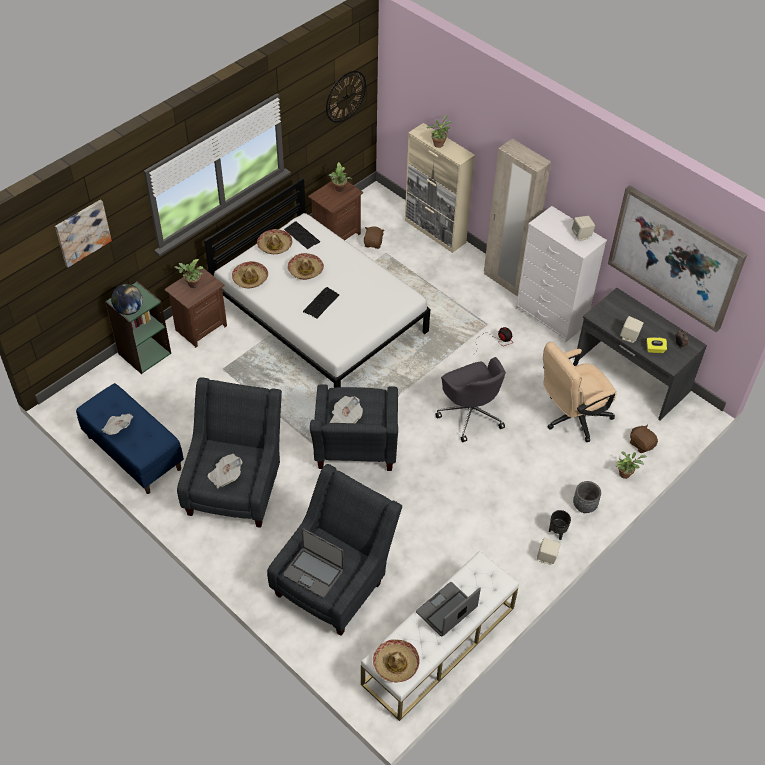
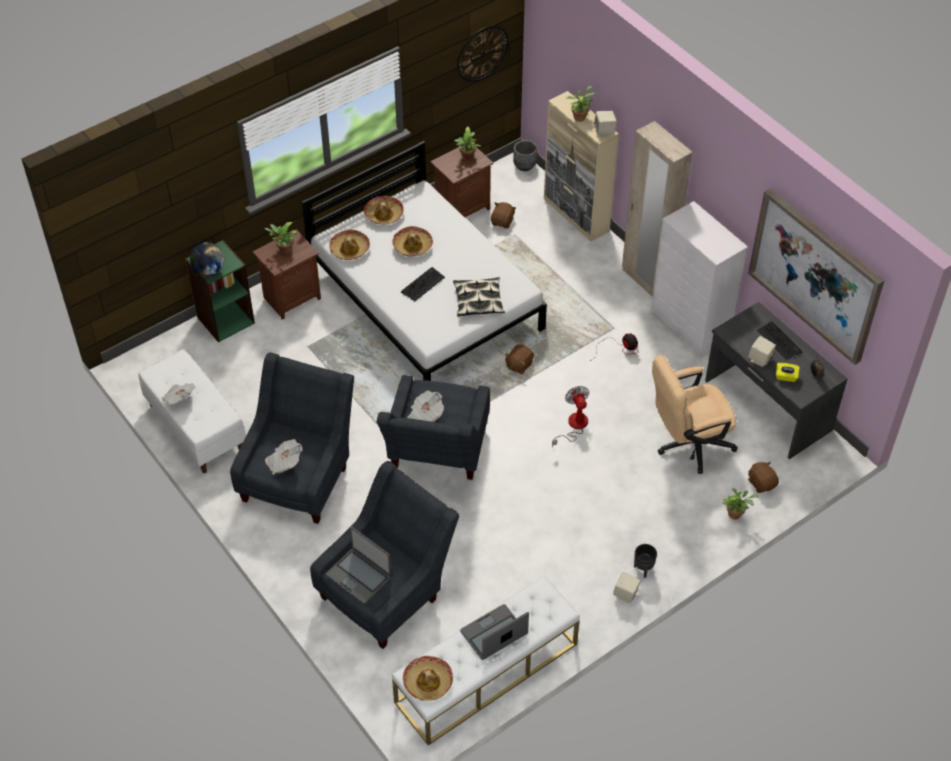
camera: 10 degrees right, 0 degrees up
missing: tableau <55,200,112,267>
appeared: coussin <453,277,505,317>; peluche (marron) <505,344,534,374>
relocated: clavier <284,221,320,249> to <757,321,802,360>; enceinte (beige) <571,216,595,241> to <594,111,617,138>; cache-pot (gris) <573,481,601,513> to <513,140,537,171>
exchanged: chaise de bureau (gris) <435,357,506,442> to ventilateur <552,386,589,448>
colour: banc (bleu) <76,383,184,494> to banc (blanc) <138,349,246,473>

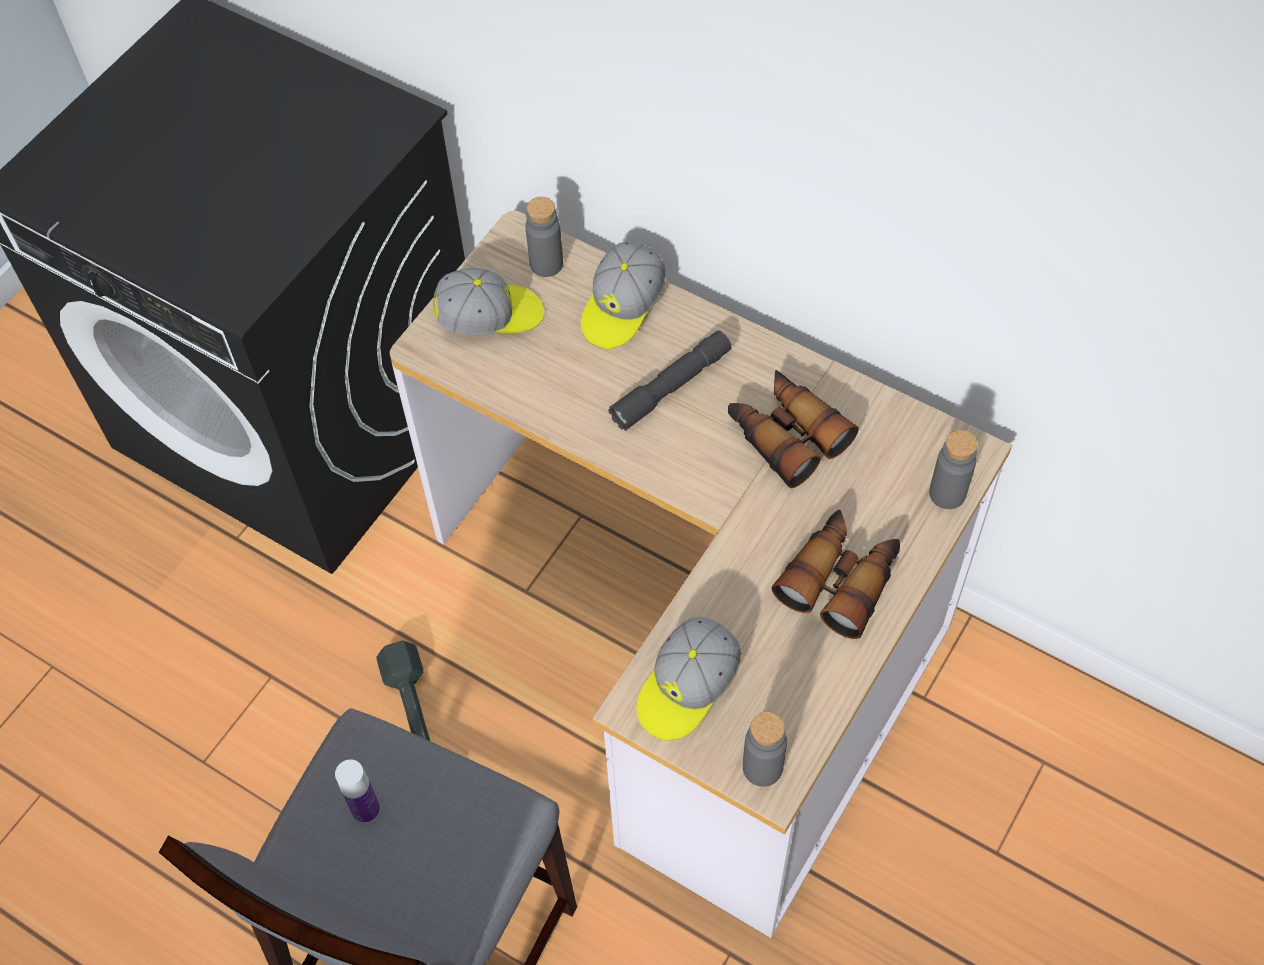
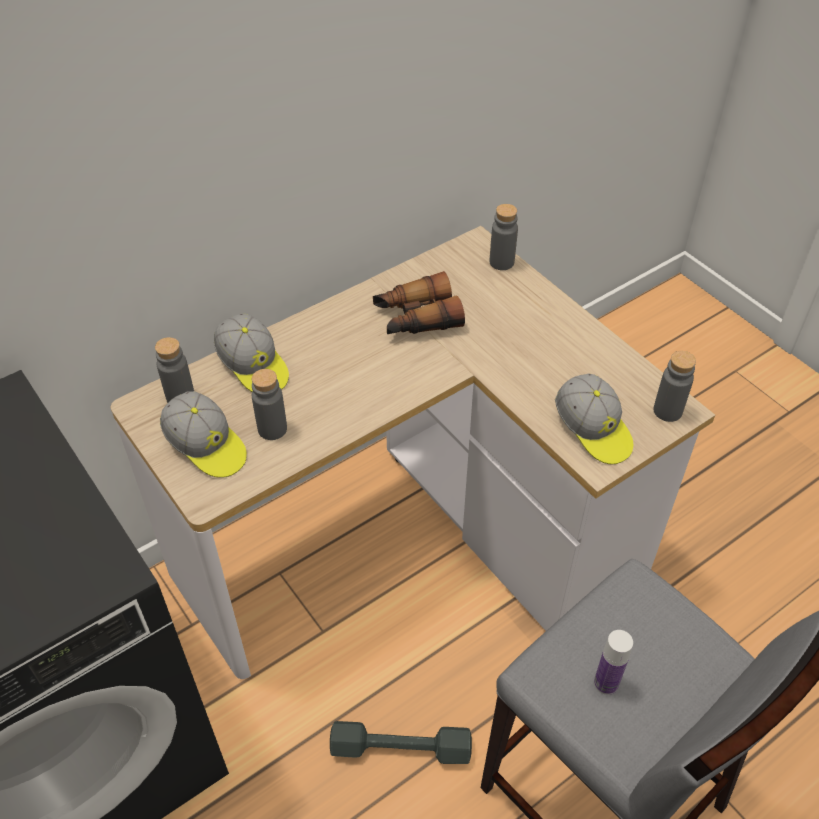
camera: 70 degrees left, 10 degrees down
missing: lampe de poche (gris) <608,330,732,431>; jumelles <772,510,900,639>
appeared: bouteille (gris) <252,369,287,440>
spun: casquette <433,268,544,335> = <160,391,247,478> 120 degrees clockwise

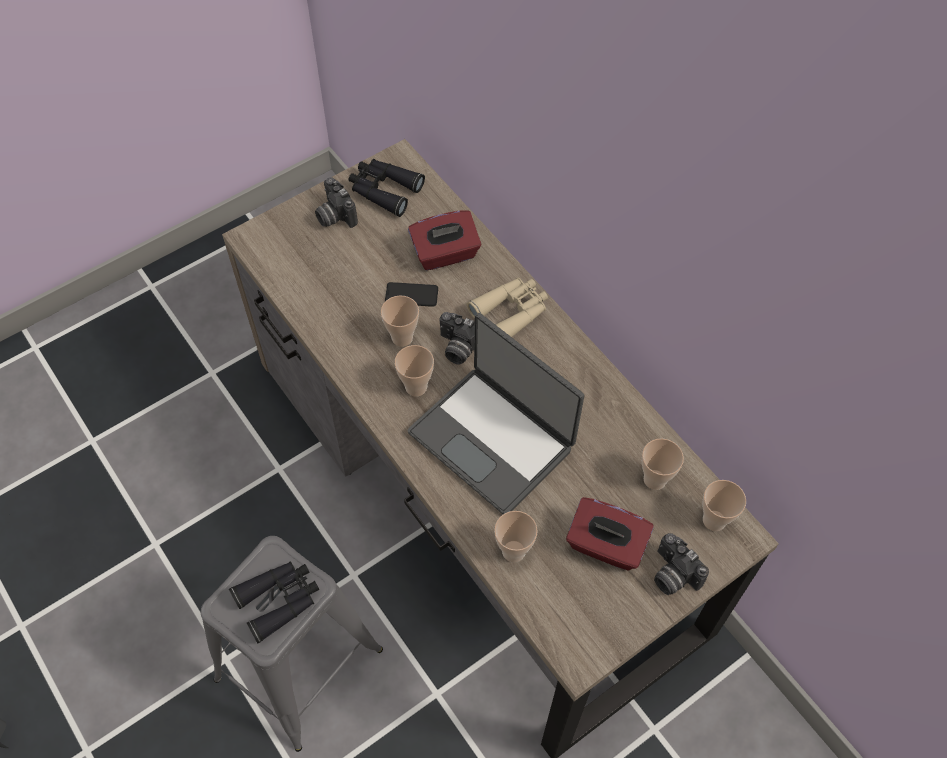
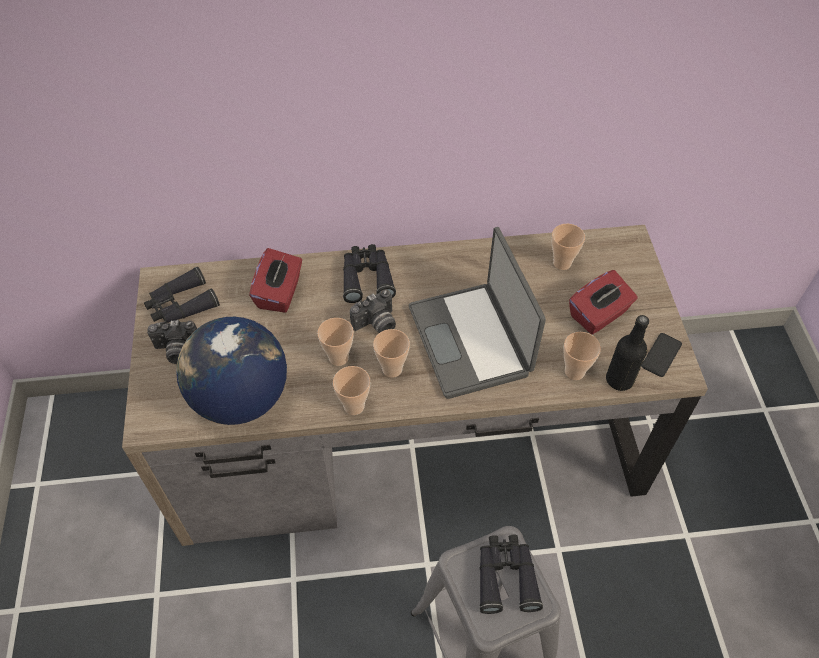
camera: 60 degrees left, 5 degrees down
missing: appareil photo <654,533,709,595>
appeared: globe <176,317,287,425>; bouteille (noir) <606,315,649,391>
relocated: téléphone <385,282,438,307> to <642,333,682,377>; tasse <703,480,746,531> to <333,366,370,415>
colour: jumelles (beige) <467,278,548,337> to jumelles (noir) <343,244,396,303>
spun: ordinateur portable <407,313,584,514> = <409,227,546,399> 90 degrees clockwise

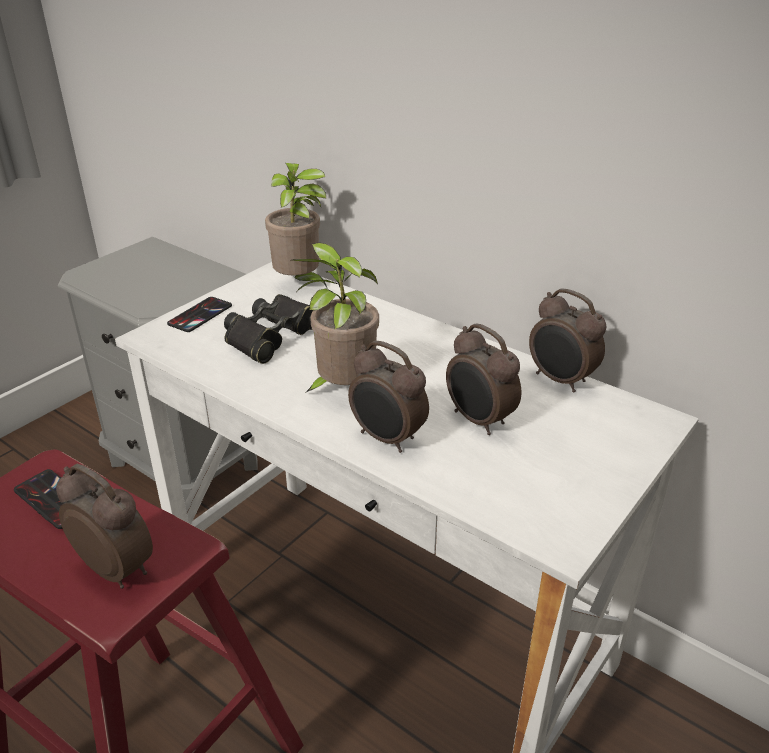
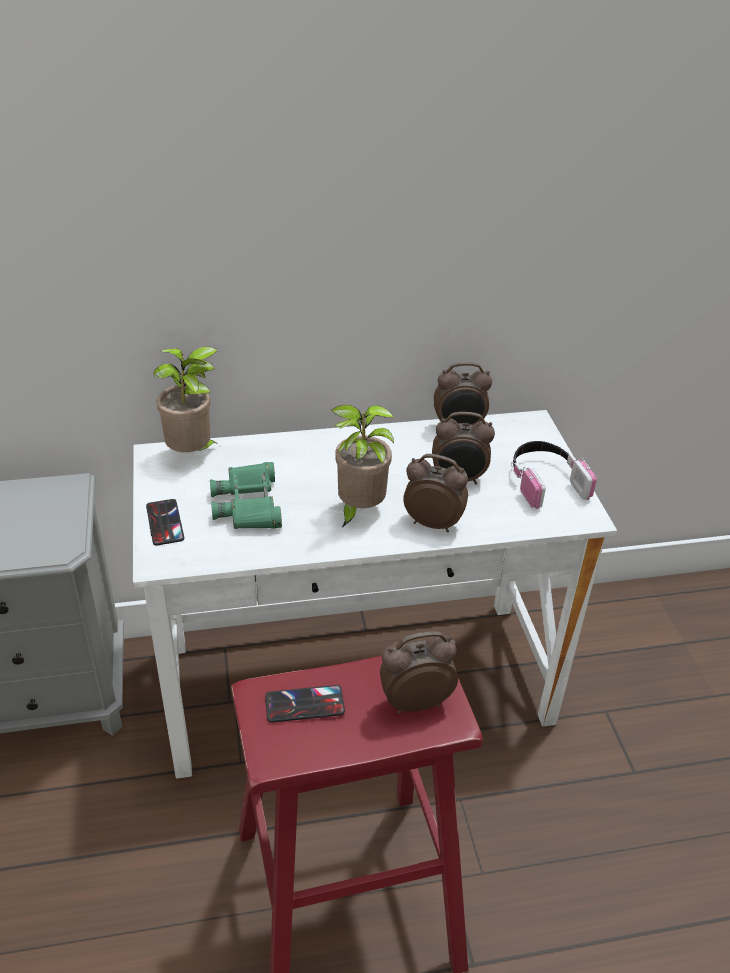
camera: 50 degrees left, 5 degrees up
appeared: casque audio <511,441,597,509>
colour: jumelles (noir) <224,294,313,364> to jumelles (vert) <210,462,282,529>
spun: réveil <348,340,429,453> = <403,454,468,532> 150 degrees counterclockwise

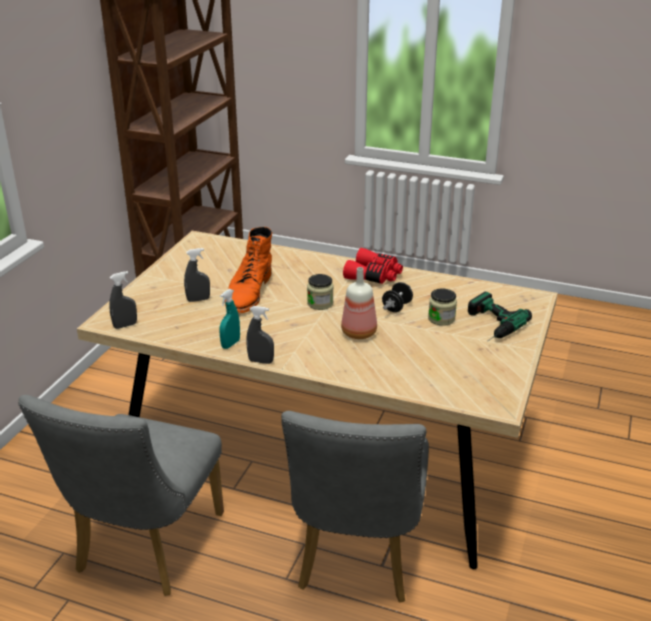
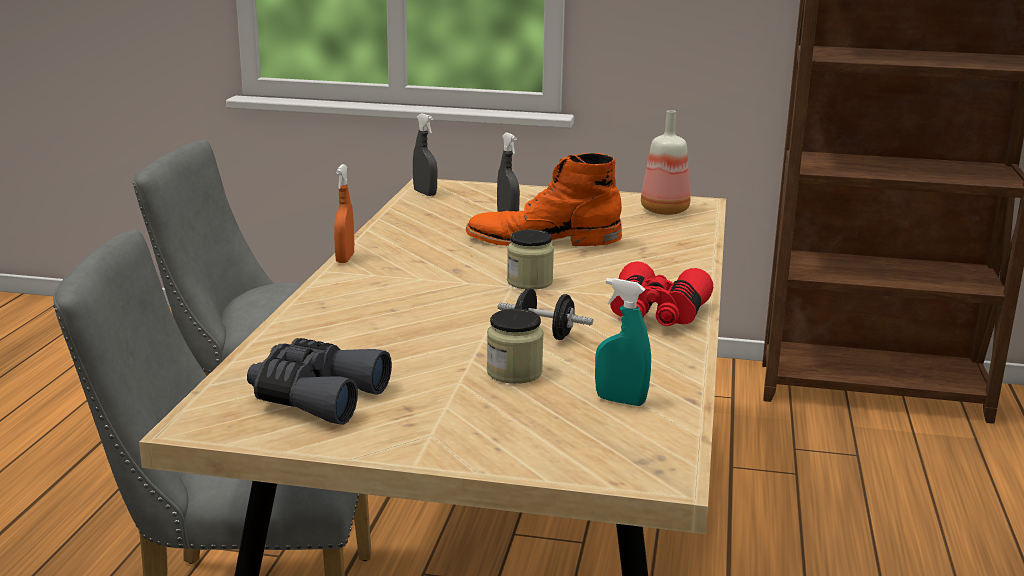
camera: 80 degrees right, 10 degrees down
missing: perceuse <468,292,532,342>
appeared: jumelles (gris) <247,338,392,425>
relocated: vaporisateur (turquoise) <219,289,240,349> to <595,278,651,406>; bouteille <341,267,377,339> to <641,110,691,215>
colour: vaporisateur (gris) <246,306,274,364> to vaporisateur (orange) <334,164,354,263>

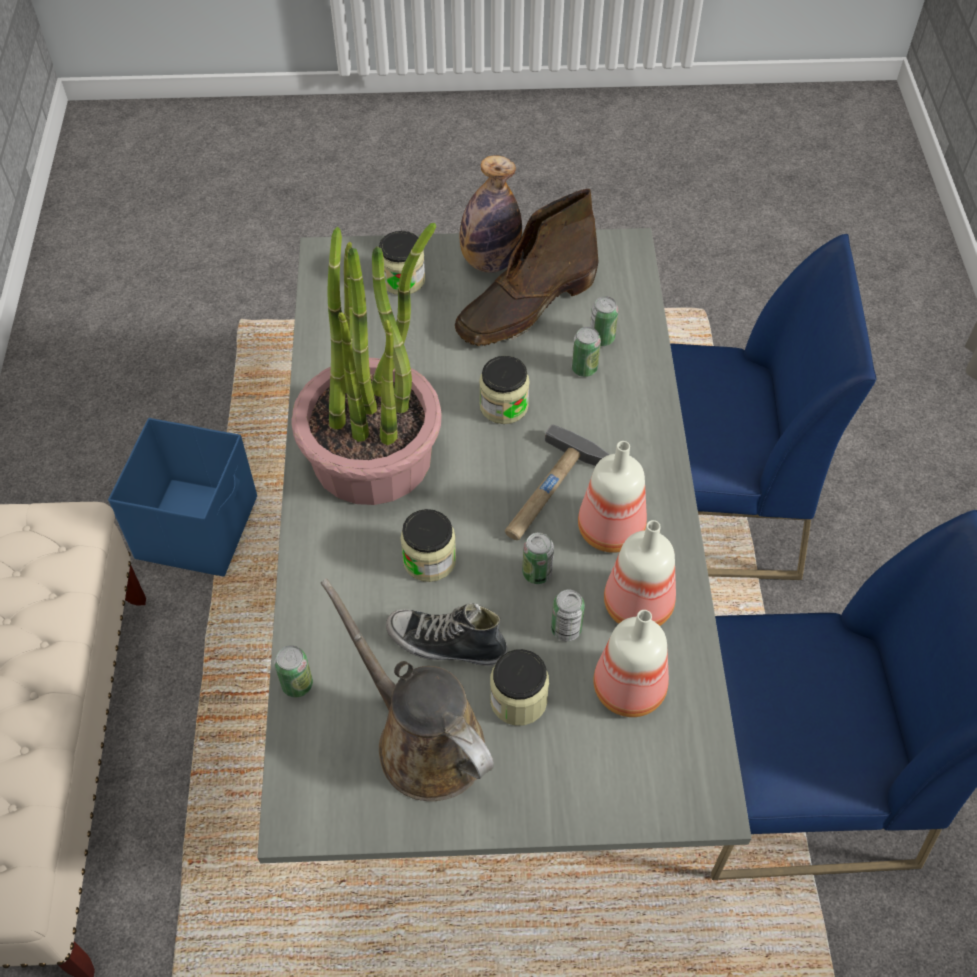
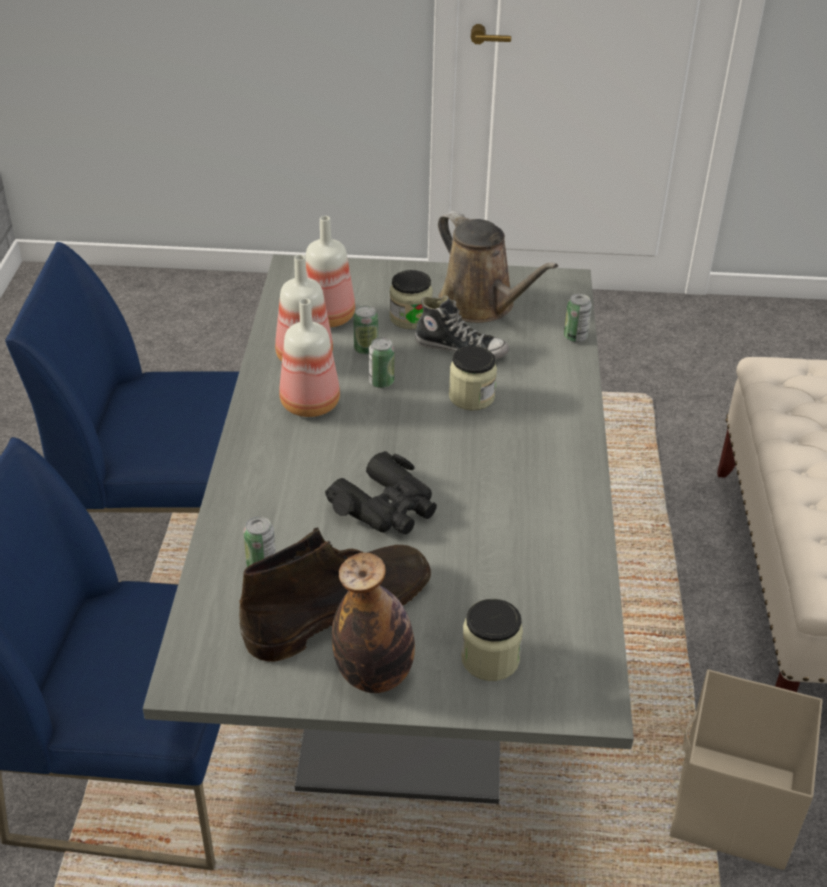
camera: 175 degrees left, 15 degrees down
missing: plante en pot <291,223,442,505>; marteau <505,425,610,540>; boîte métallique <571,327,601,377>
exchanged: bocal <479,356,530,424> to jumelles (noir) <325,451,437,534>
colour: boîte de rangement (bleu) <108,418,257,577> to boîte de rangement (beige) <670,669,823,870>

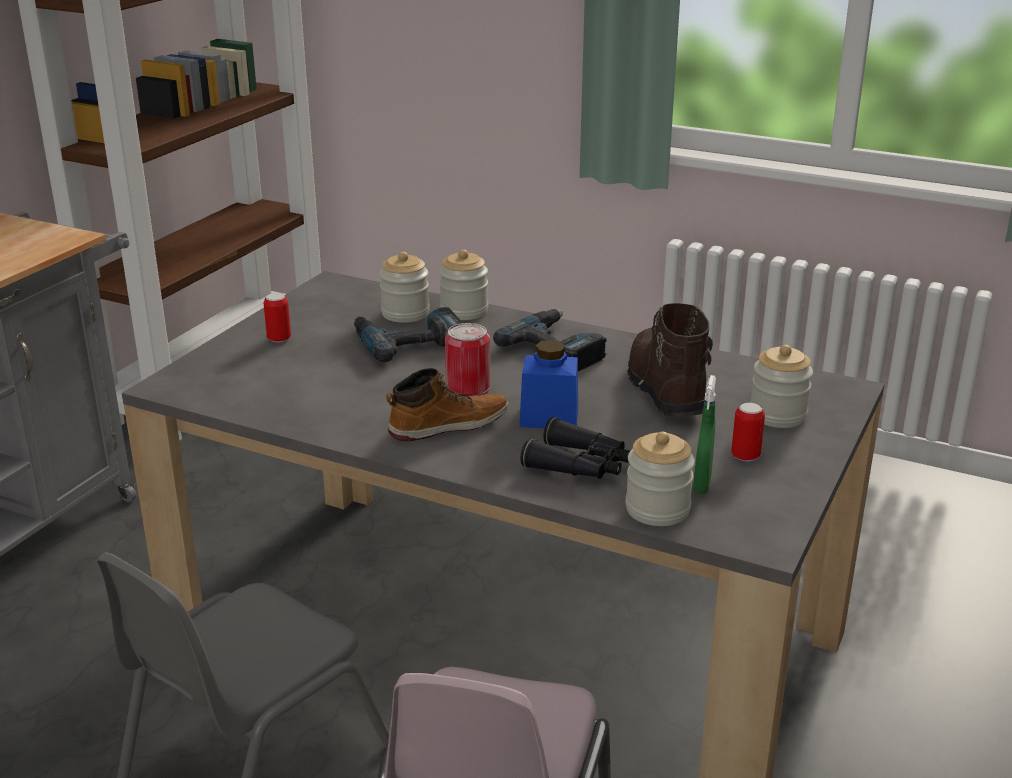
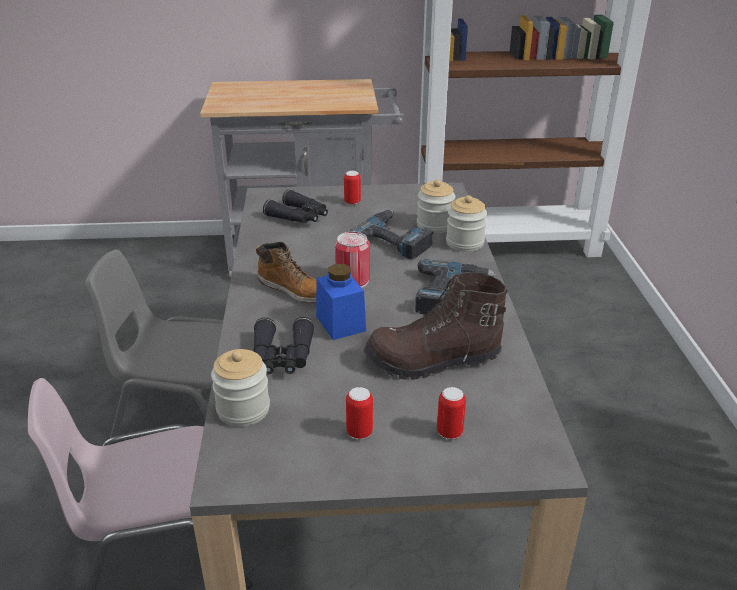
camera: 60 degrees right, 5 degrees up
missing: vaporisateur (vert) <693,375,716,494>
appeared: jumelles (noir) <263,189,328,224>
exchanged: bocal <750,345,813,428> to boîte métallique <437,387,466,439>
spun: botte (marron) <627,303,713,417> = <364,272,508,380> 150 degrees counterclockwise

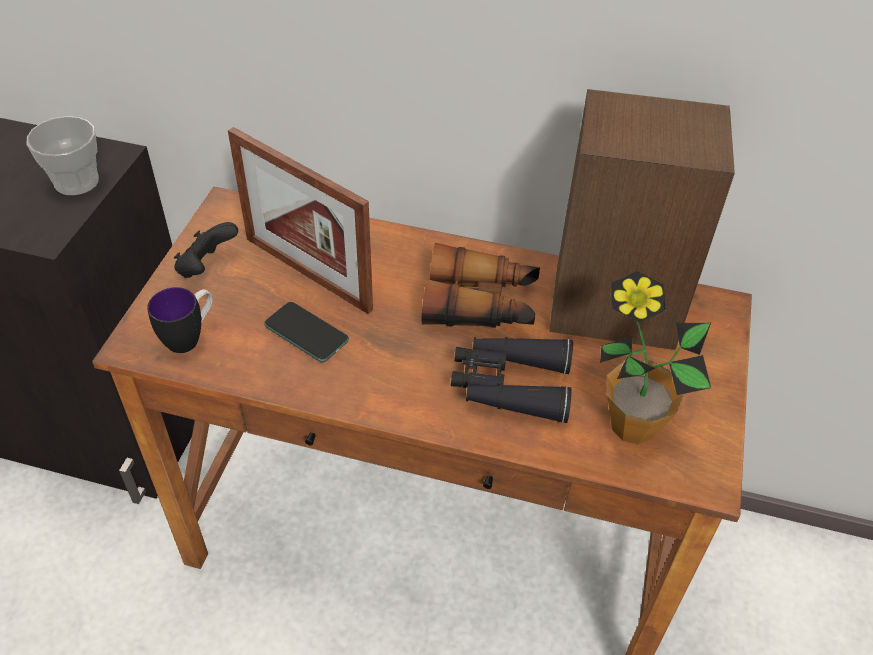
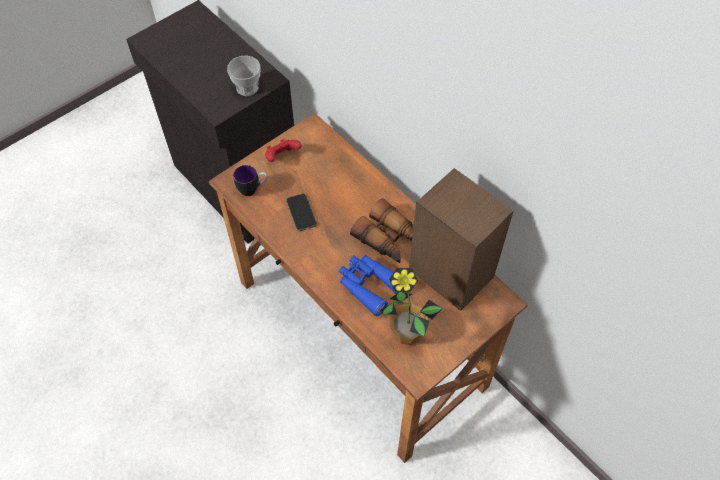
camera: 35 degrees right, 10 degrees up
missing: cadre photo <228,127,373,314>
colour: manette (noir) <174,222,238,278> to manette (rouge) <265,139,302,162>; jumelles (noir) <451,337,573,423> to jumelles (bleu) <339,255,398,317>

